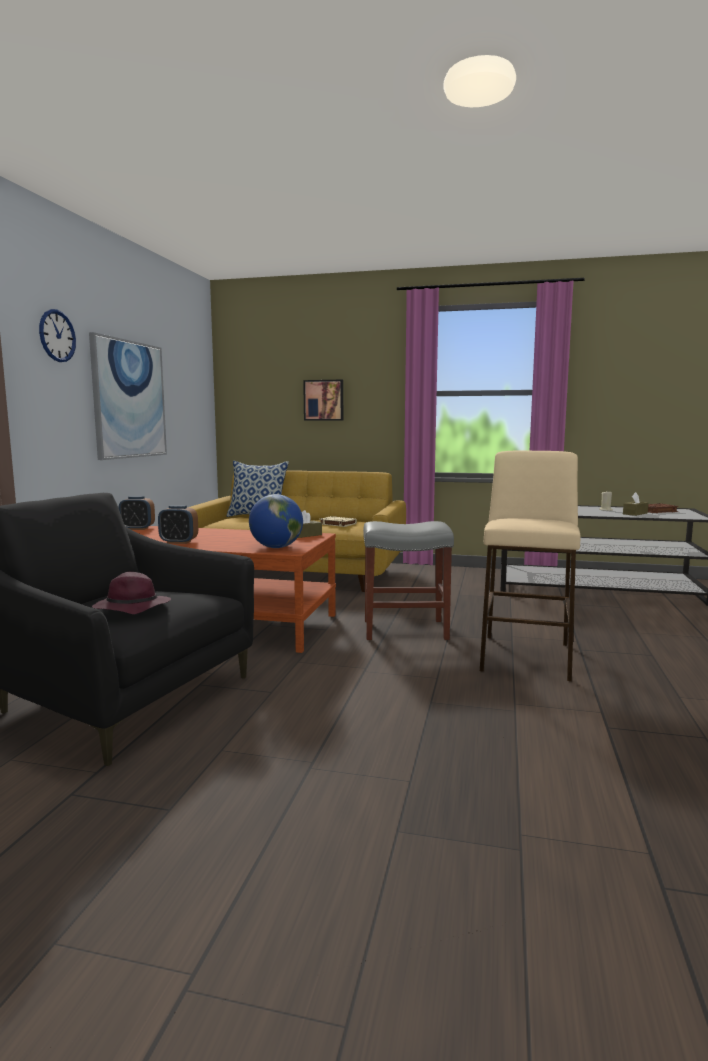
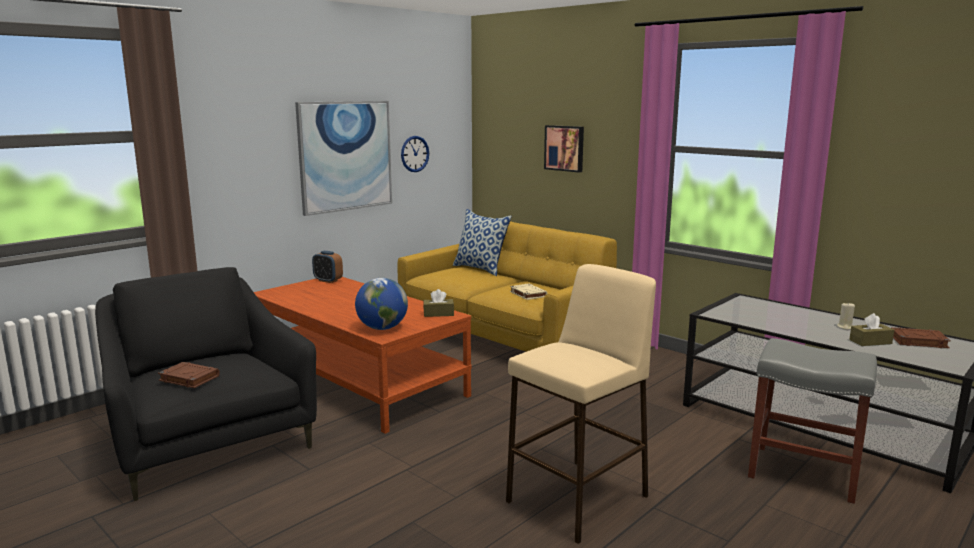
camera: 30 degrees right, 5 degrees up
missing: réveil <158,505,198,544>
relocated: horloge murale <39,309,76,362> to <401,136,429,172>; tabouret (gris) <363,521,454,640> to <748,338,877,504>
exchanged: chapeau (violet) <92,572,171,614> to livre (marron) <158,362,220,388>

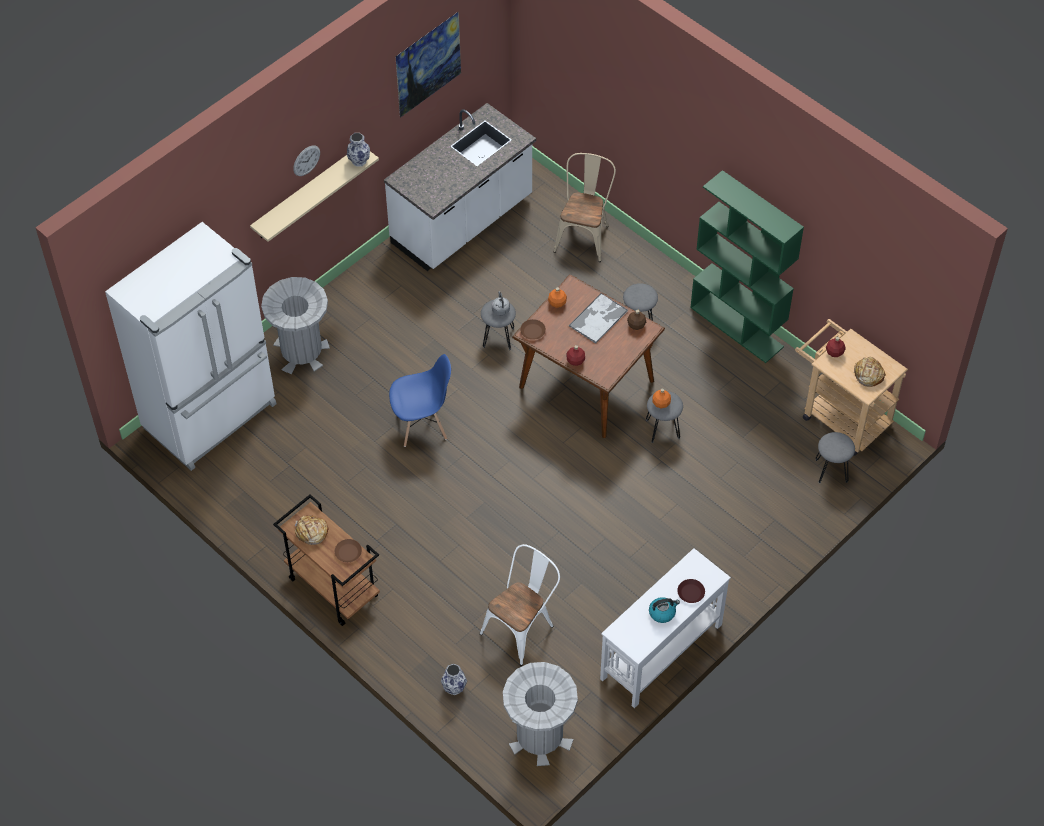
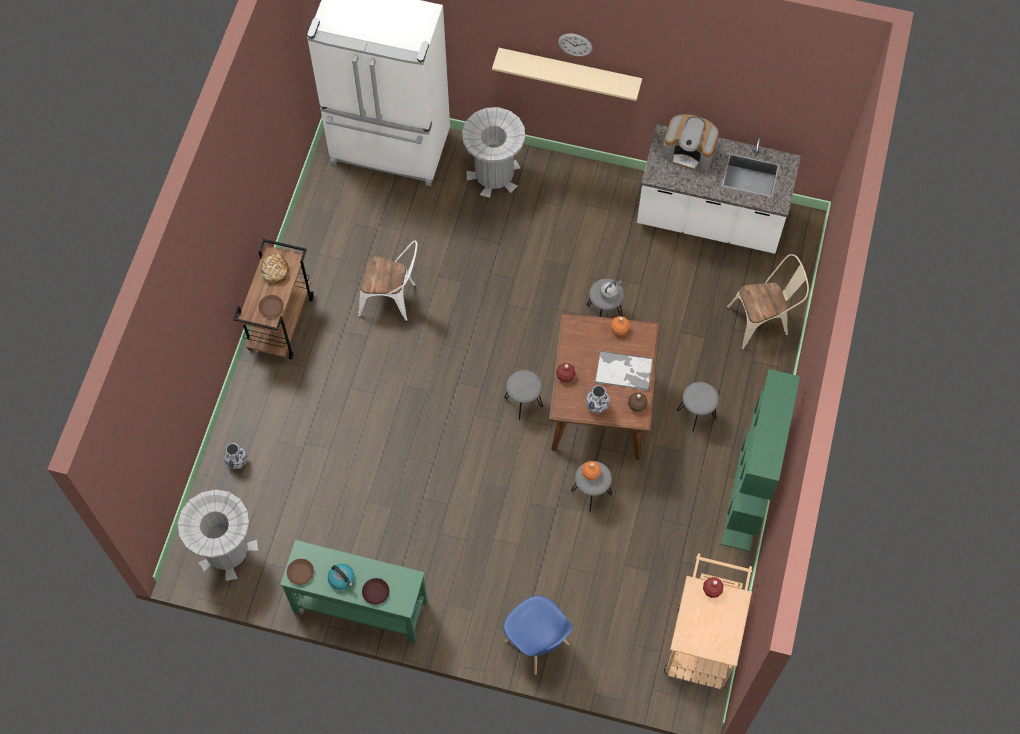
camera: 60 degrees right, 10 degrees up
missing: tableau <395,11,461,118>; pain <853,357,886,387>
appeared: machine à café <662,114,719,171>
relocated: vase <347,133,370,166> to <585,385,610,414>; chaise (bleu) <389,354,451,447> to <503,595,573,675>; chaise (blanc) <480,544,560,666> to <358,241,417,321>; assiette (marron) <520,319,546,340> to <287,559,314,585>; tabouret (gris) <815,432,855,484> to <504,370,543,421>
colour: table console (blanc) <600,548,731,708> to table console (vert) <280,540,428,643>

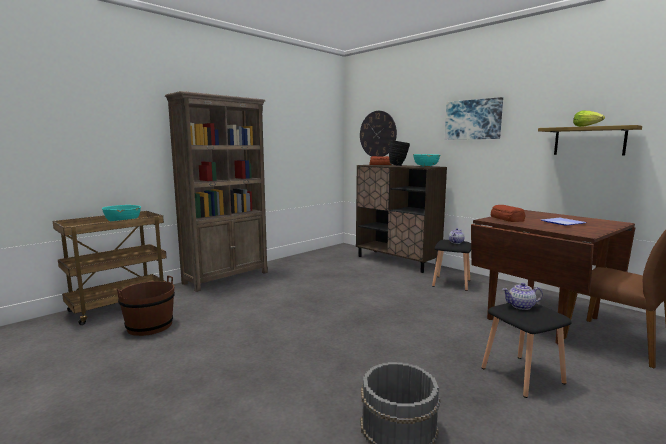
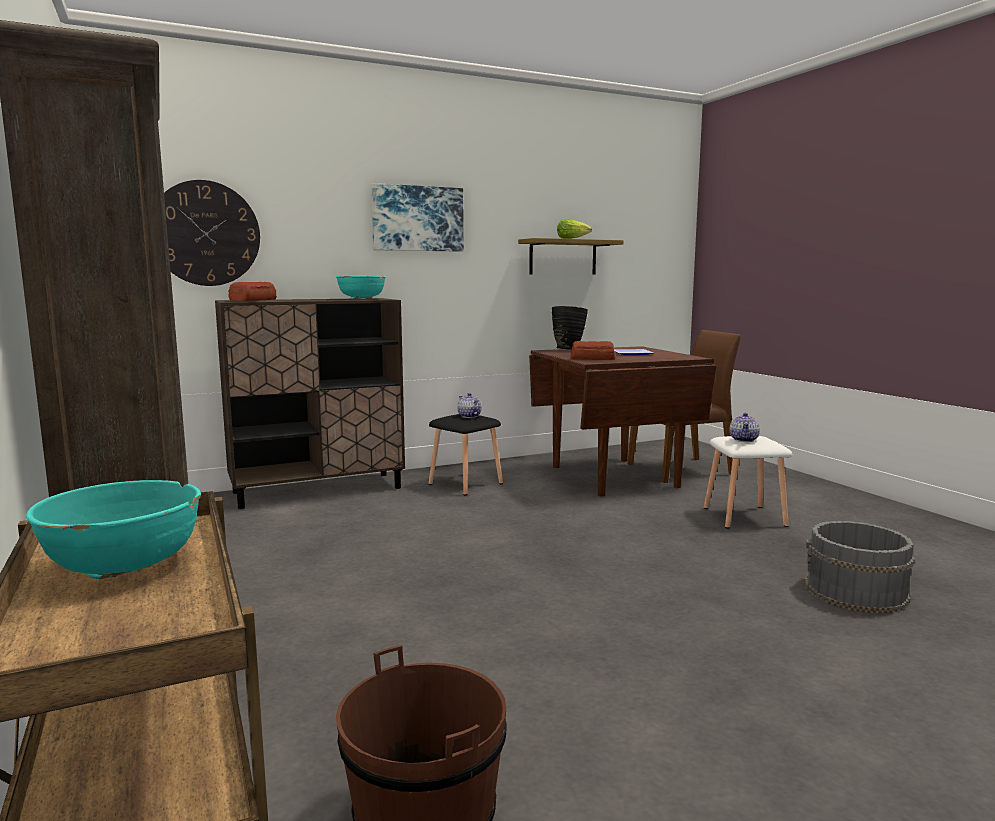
camera: 70 degrees left, 0 degrees up
relocated: vase (noir) <389,140,410,166> to <552,306,588,350>
colour: tabouret (noir) <482,303,572,398> to tabouret (blanc) <704,436,793,529>

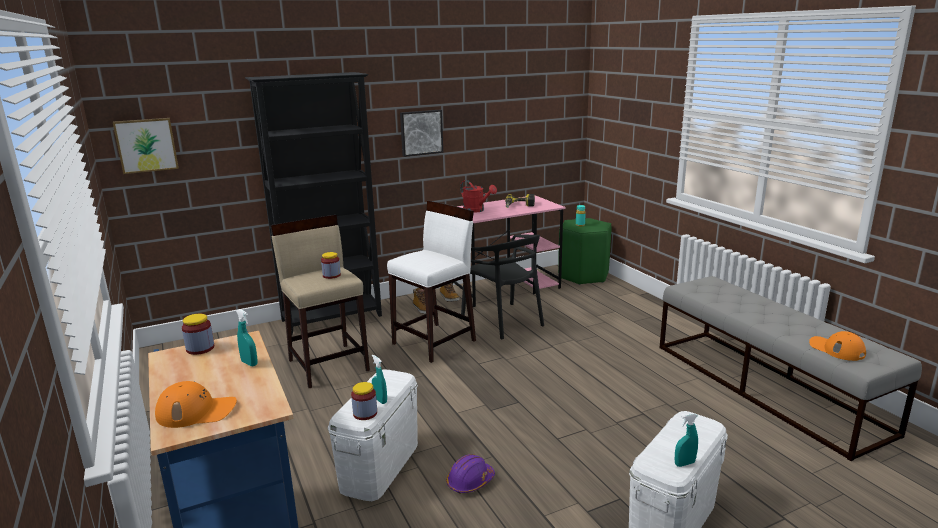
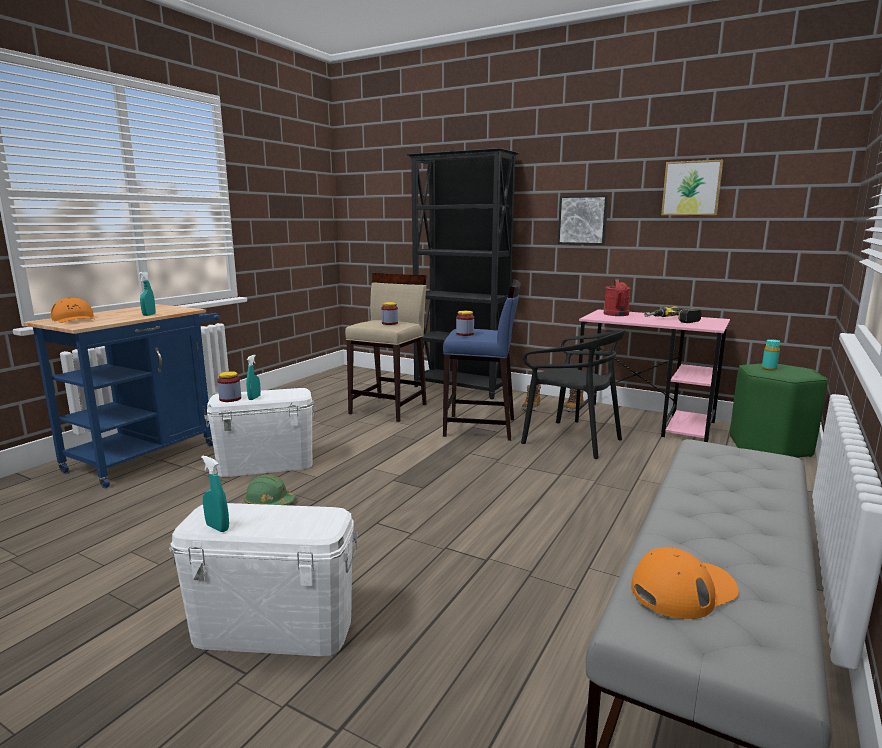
camera: 55 degrees right, 5 degrees down
relocated: tableau <113,118,179,174> to <661,160,723,215>; bocal <182,314,214,355> to <456,311,474,336>
colour: tabouret (blanc) <387,201,476,363> to tabouret (bleu) <443,279,521,441>; casque de chantier (violet) <446,454,495,494> to casque de chantier (vert) <244,474,295,505>
spun: chaise (noir) <461,234,544,339> = <521,329,626,459> 75 degrees counterclockwise; casquette (orange) <809,331,866,361> = <631,547,739,619> 45 degrees clockwise

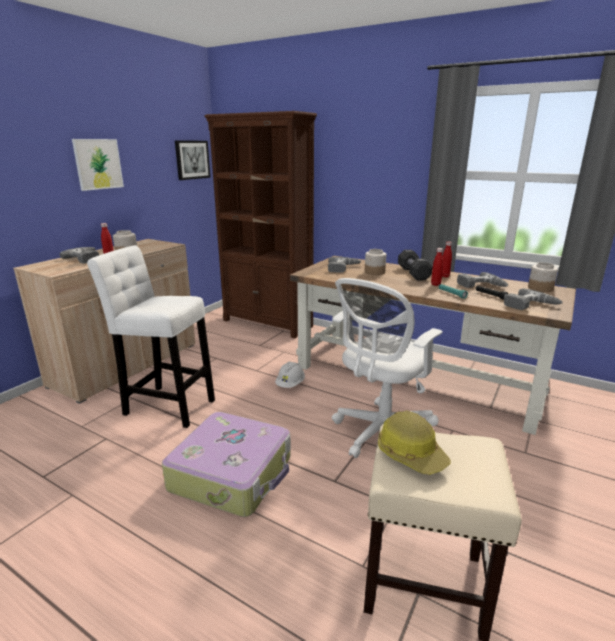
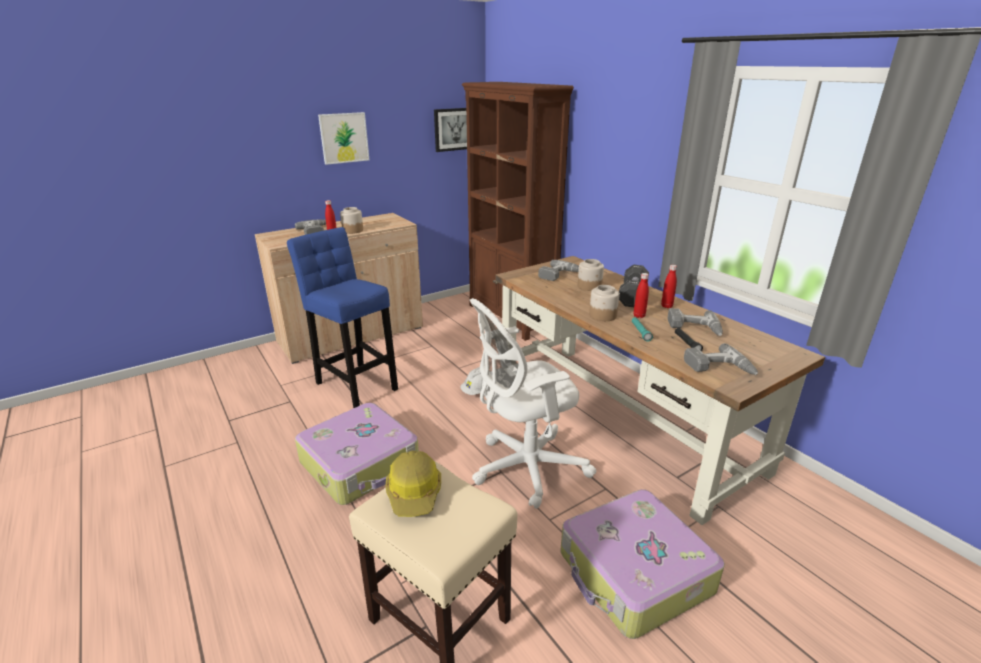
camera: 25 degrees right, 5 degrees up
appeared: valise <561,489,725,639>
relocated: bocal <528,262,558,292> to <589,285,620,321>
colour: tabouret (blanc) <87,245,215,428> to tabouret (bleu) <287,227,398,408>

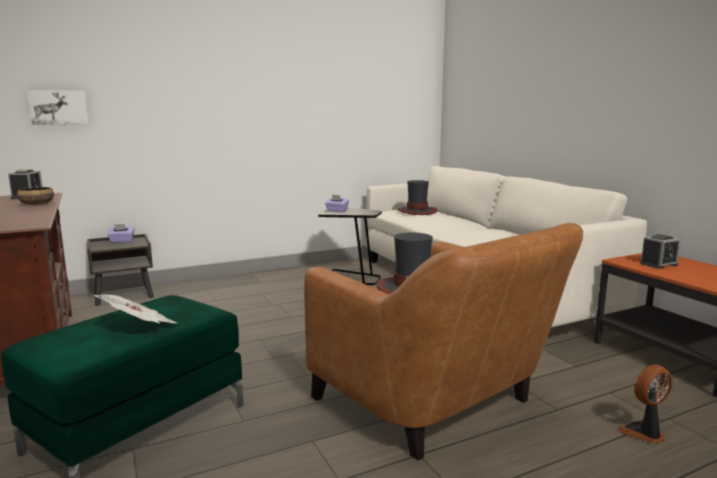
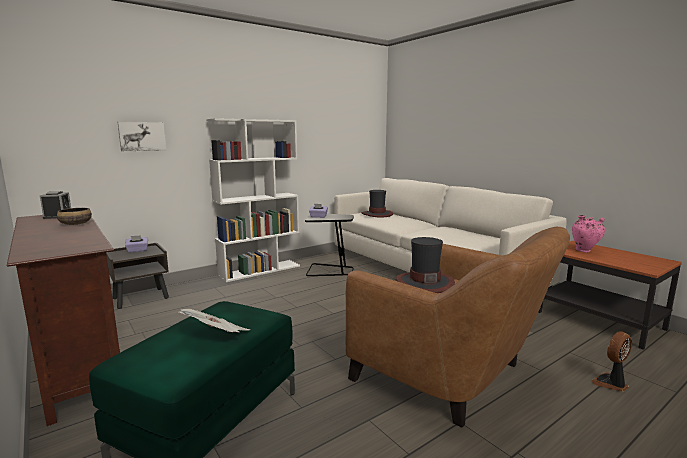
camera: 10 degrees left, 0 degrees up
appeared: bibliothèque (blanc) <206,118,300,282>
relocated: tableau <27,90,88,125> to <118,122,166,151>
exchanged: réveil <640,234,681,269> to vase (rose) <572,215,605,252>

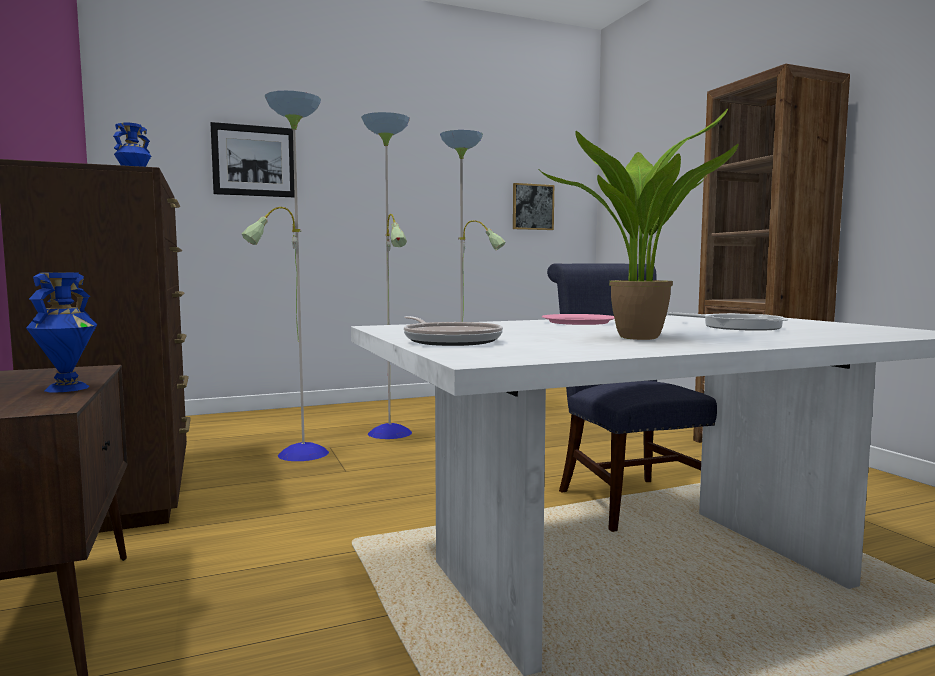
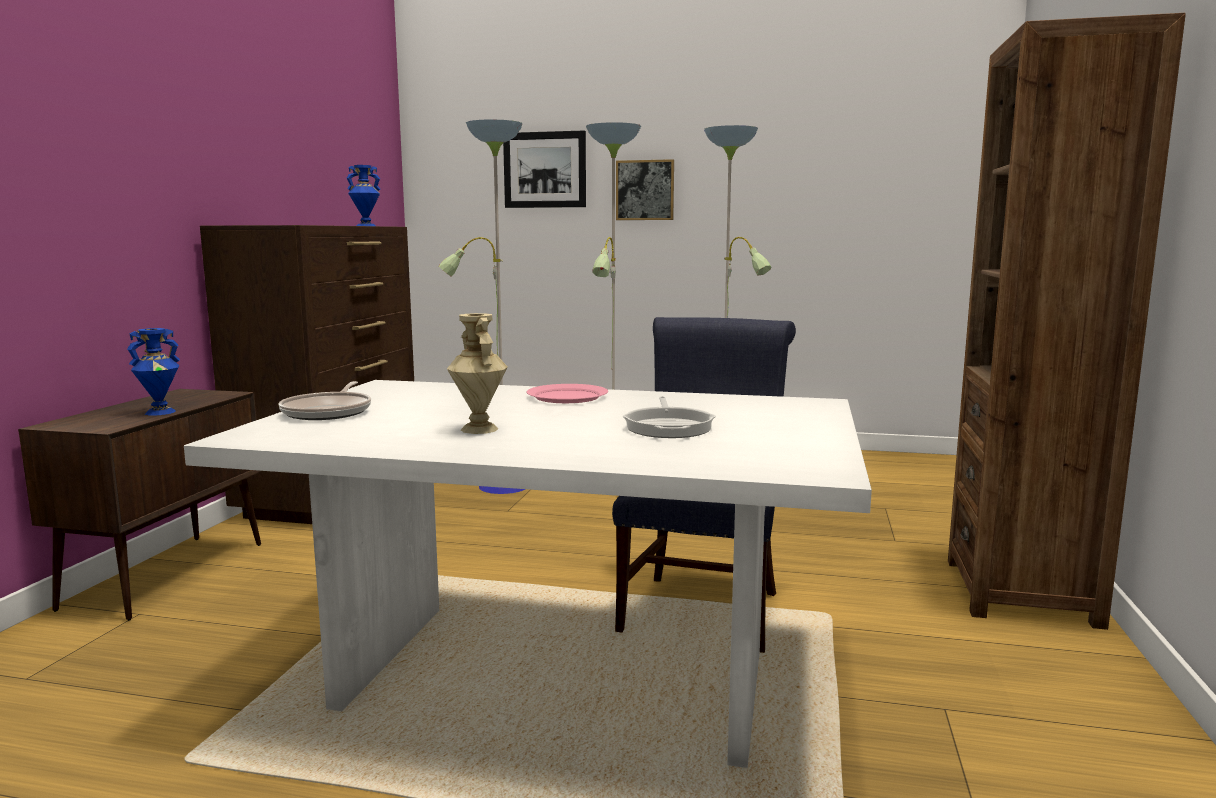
camera: 35 degrees right, 5 degrees up
relocated: tableau <513,183,554,230> to <616,159,674,220>
exchanged: plante en pot <540,108,739,340> to vase (beige) <447,313,508,434>

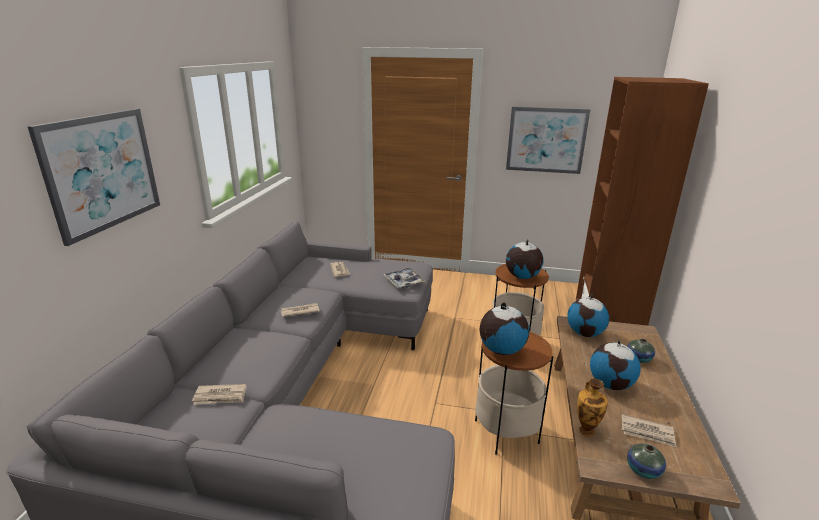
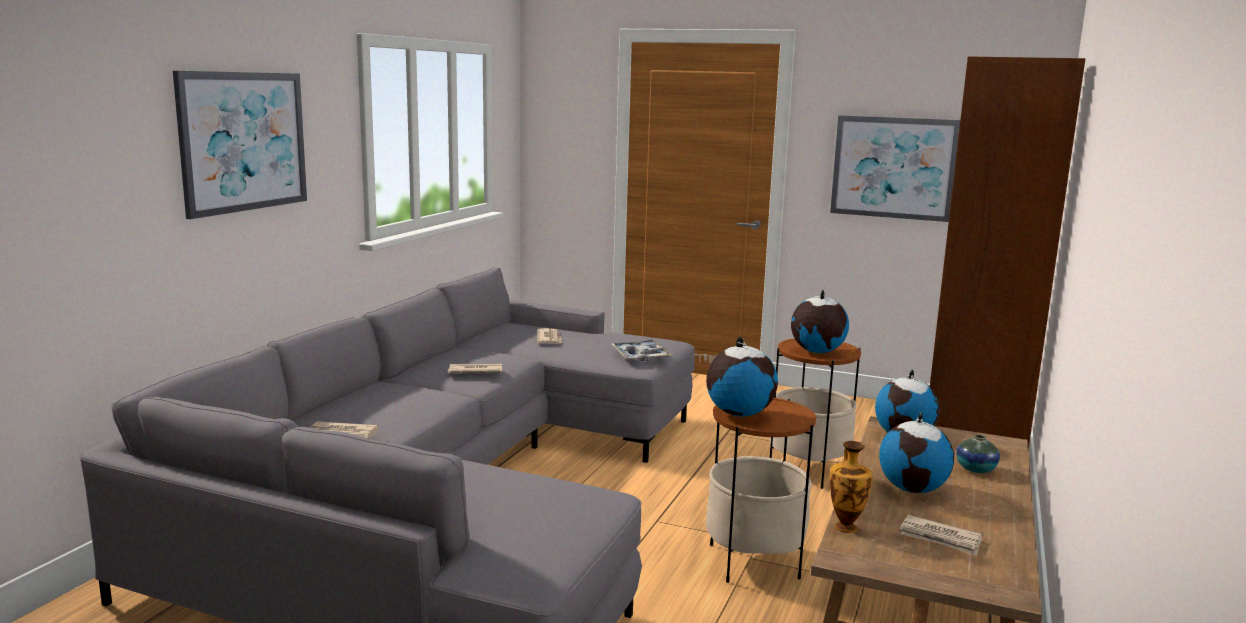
camera: 10 degrees right, 10 degrees down
missing: vase <627,444,666,479>

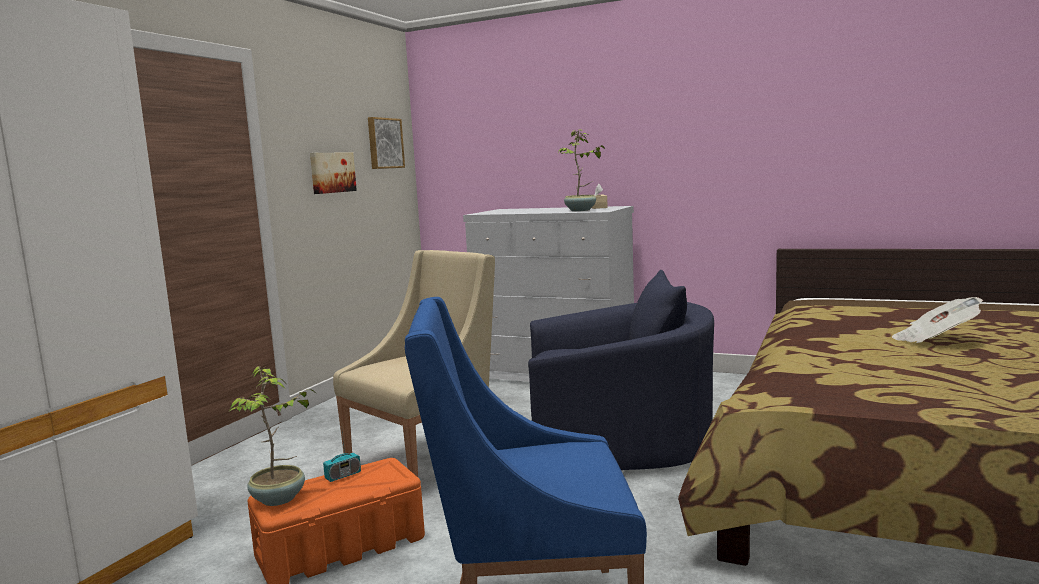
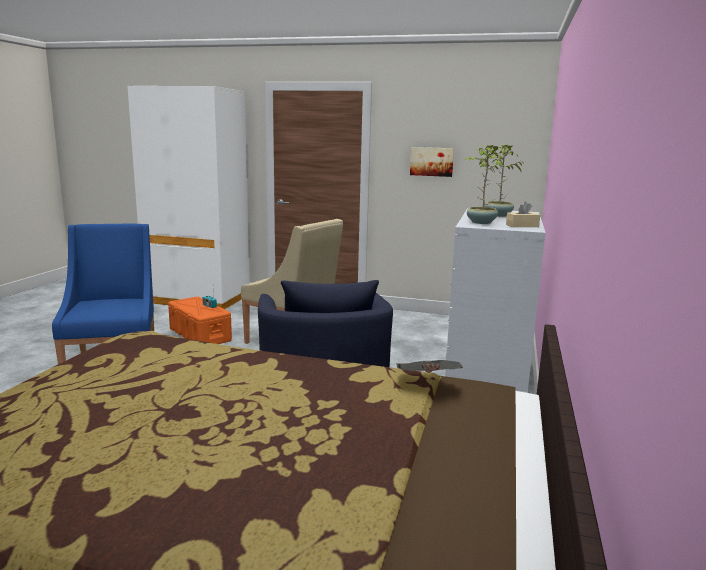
camera: 80 degrees right, 5 degrees up
missing: tableau <368,117,405,169>
relocated: plante en pot <230,366,314,506> to <485,144,524,217>; journal <892,297,983,343> to <395,360,463,373>

